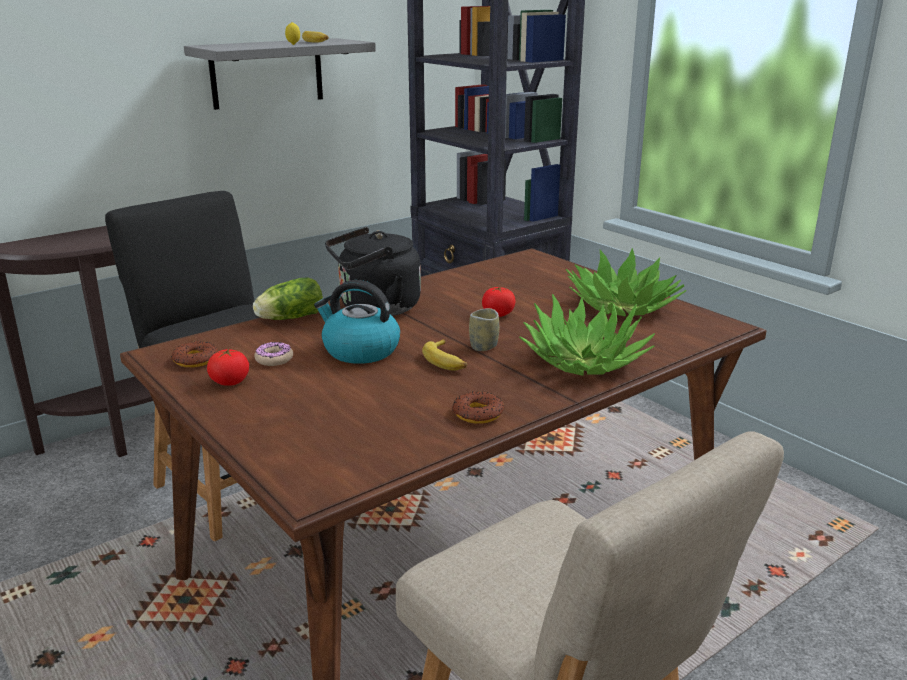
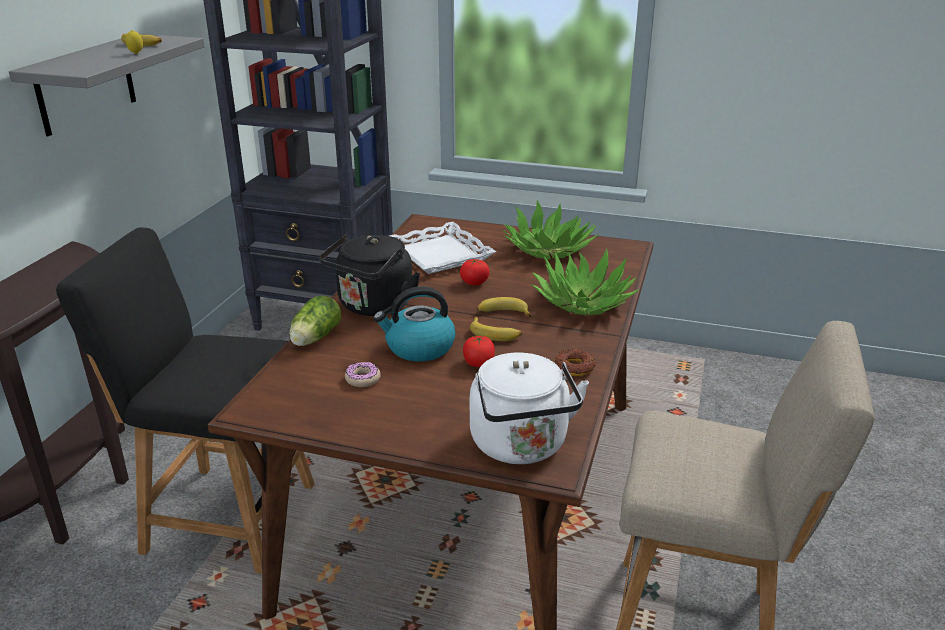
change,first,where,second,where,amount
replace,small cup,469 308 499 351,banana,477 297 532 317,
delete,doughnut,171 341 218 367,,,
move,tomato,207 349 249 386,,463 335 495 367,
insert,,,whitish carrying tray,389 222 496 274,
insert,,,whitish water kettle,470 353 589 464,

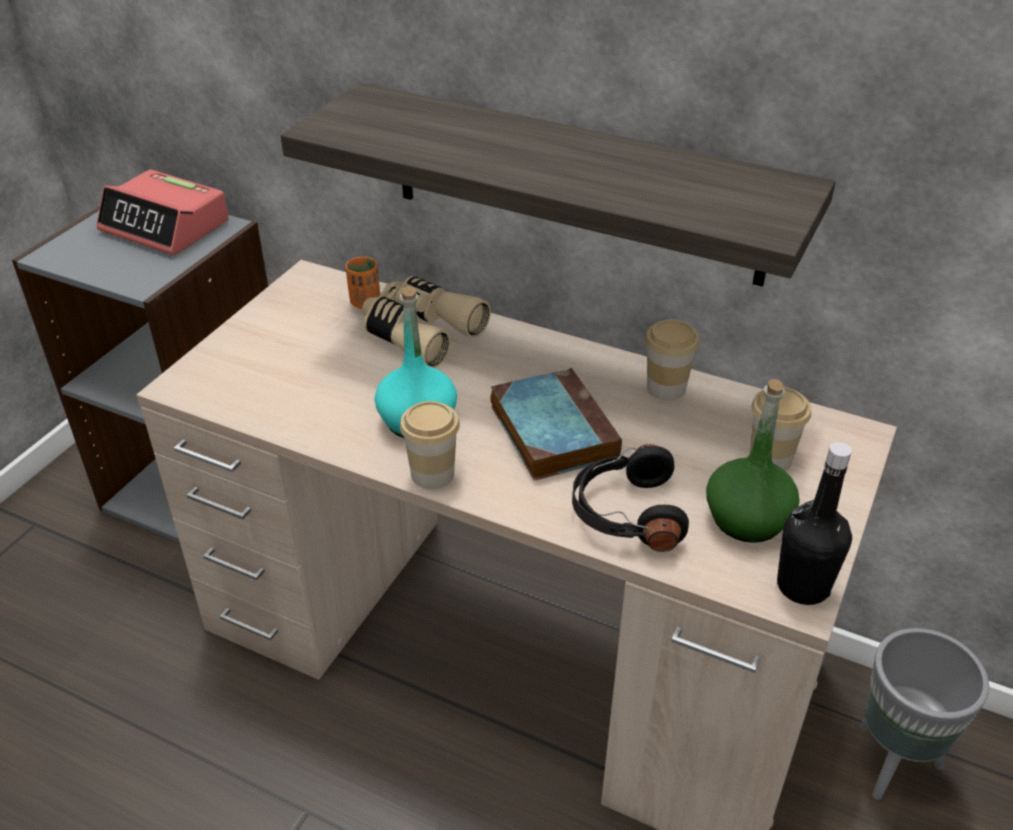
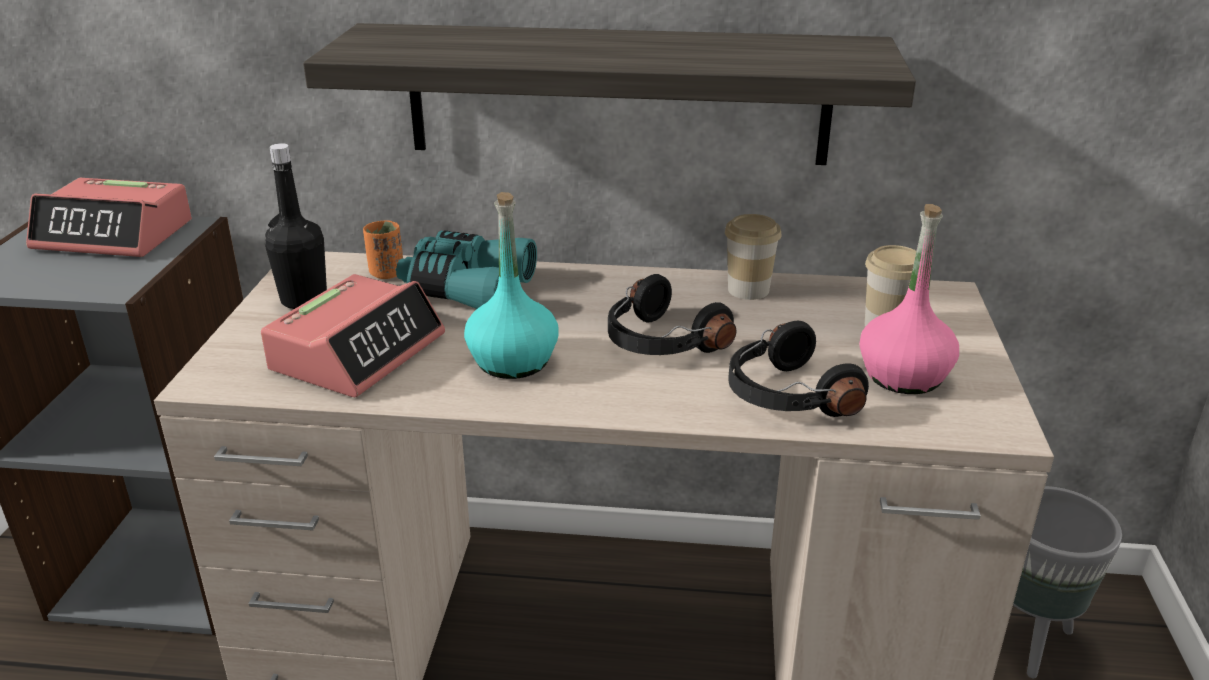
change,first,where,second,where,amount
recolor,beige binoculars,362 276 491 368,blue-green binoculars,396 230 537 309,
replace,book,490 368 622 481,blackish headset,608 274 737 355,
recolor,green bottle,706 379 800 543,pinkish bottle,859 204 959 394,
delete,small cup,400 401 460 489,,,
move,blackish bottle,777 442 852 605,,265 143 327 309,
insert,,,table clock,261 274 445 397,

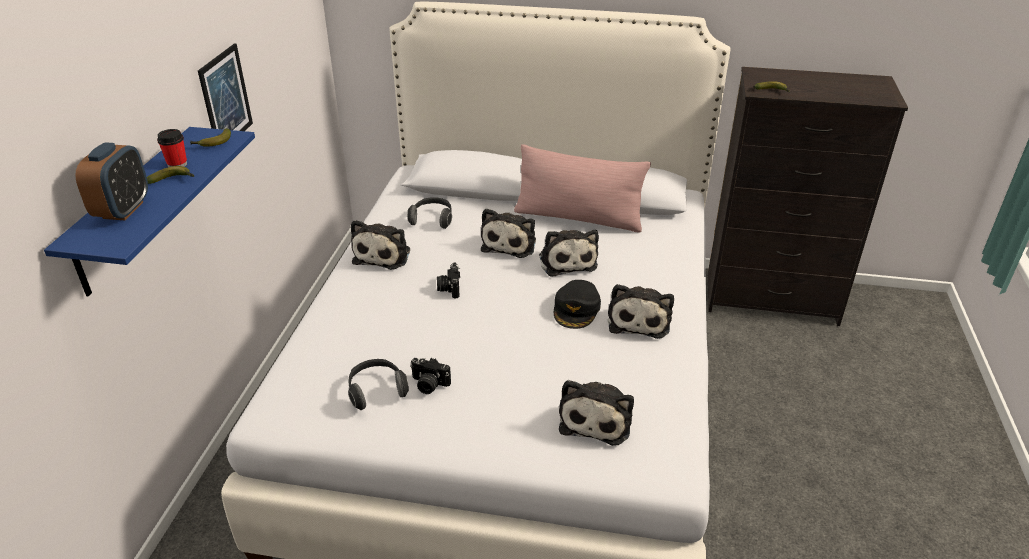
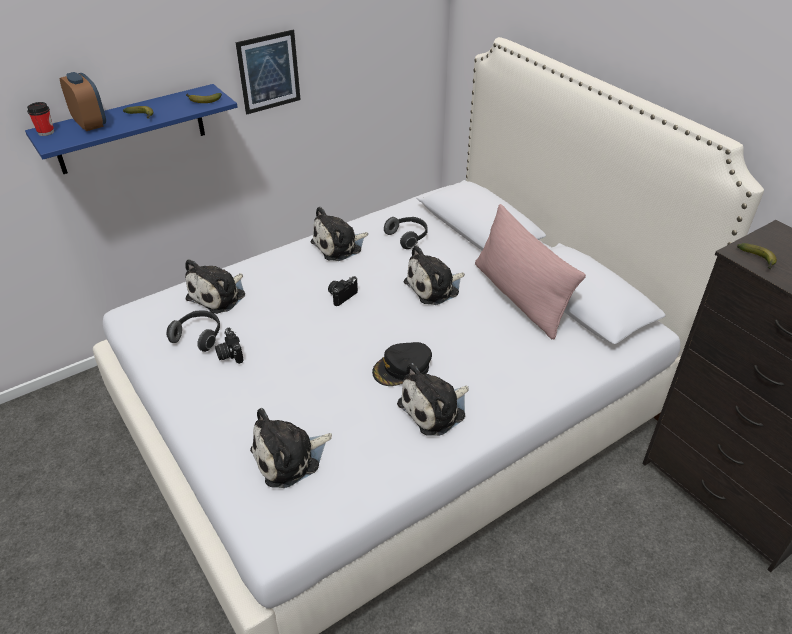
change,first,where,second,where,amount
move,small cup,157 129 187 167,,27 102 54 136,
rotate,table clock,75 142 148 220,,60 72 106 131,90 degrees counterclockwise
move,soft toy,539 230 599 277,,185 259 245 314,

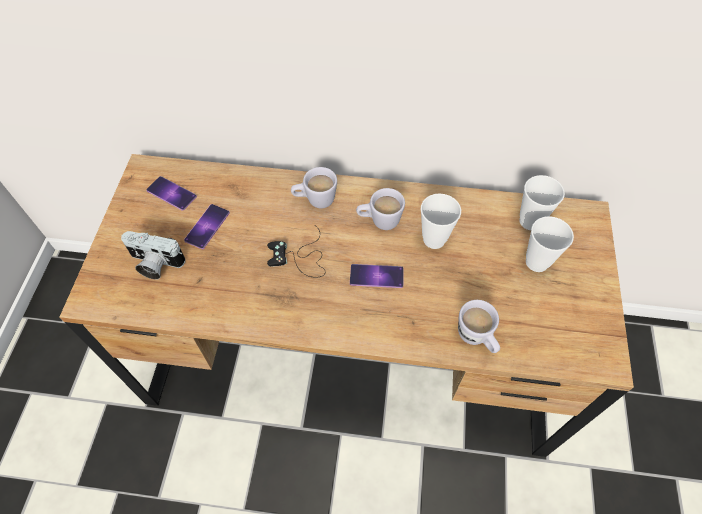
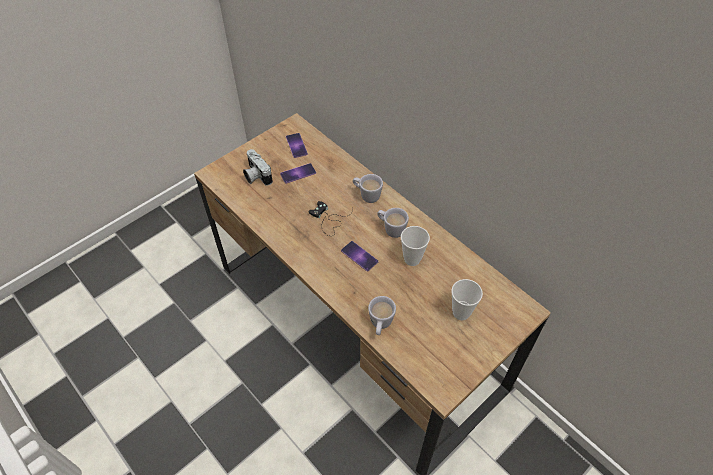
change,first,where,second,where,amount
delete,small cup,519 175 565 230,,,

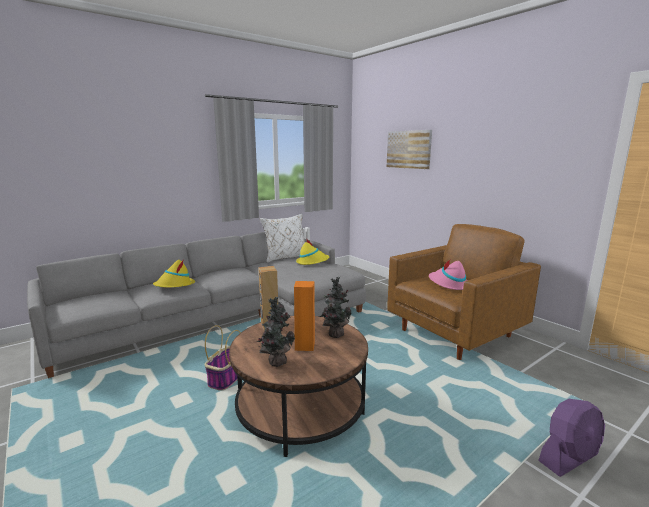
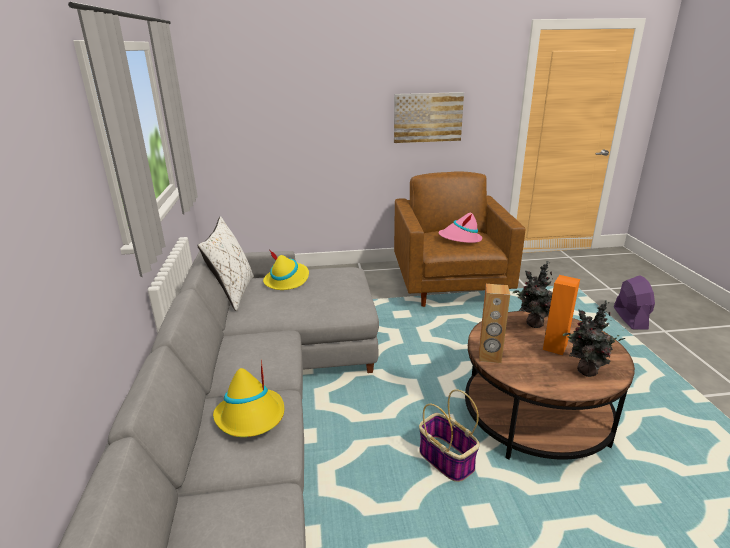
change,first,where,second,where,amount
move,wall picture,387 130 432 169,,394 92 464 143,

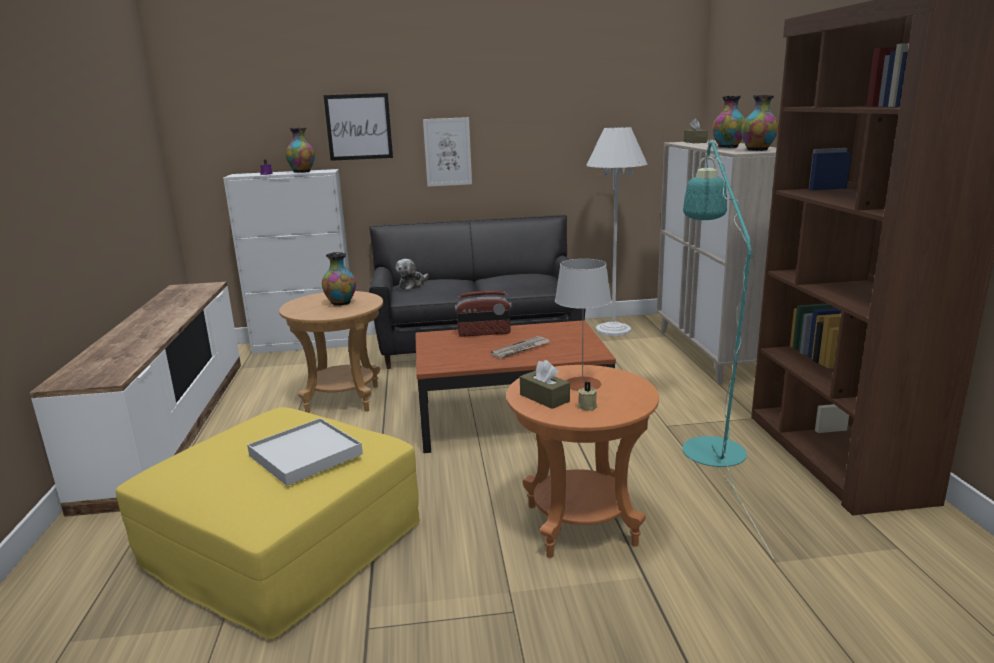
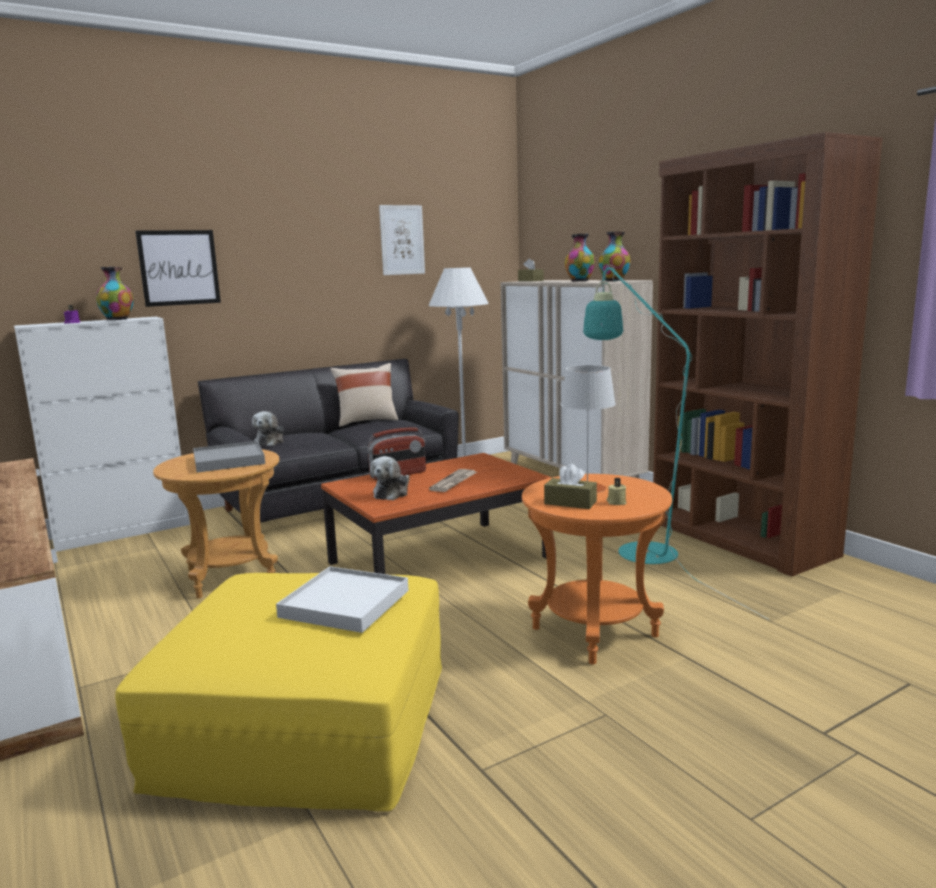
change,first,where,second,where,amount
move,wall picture,423 117 472 187,,379 205 425 275,
replace,flower vase,322 252 356 306,gray carrying tray,193 441 265 473,
insert,,,beige cushion,330 363 398 427,
insert,,,soft toy,370 456 410 500,

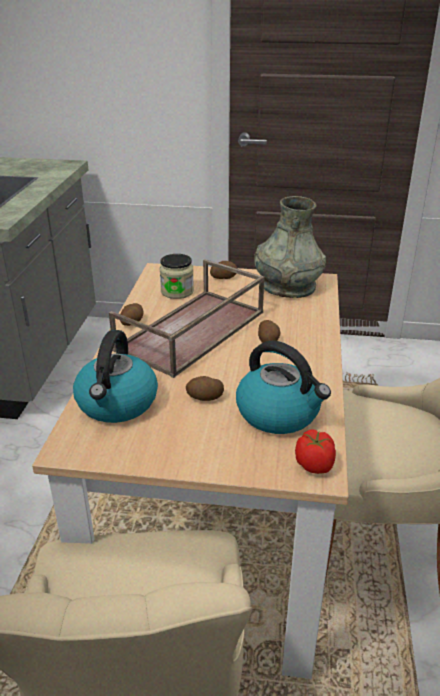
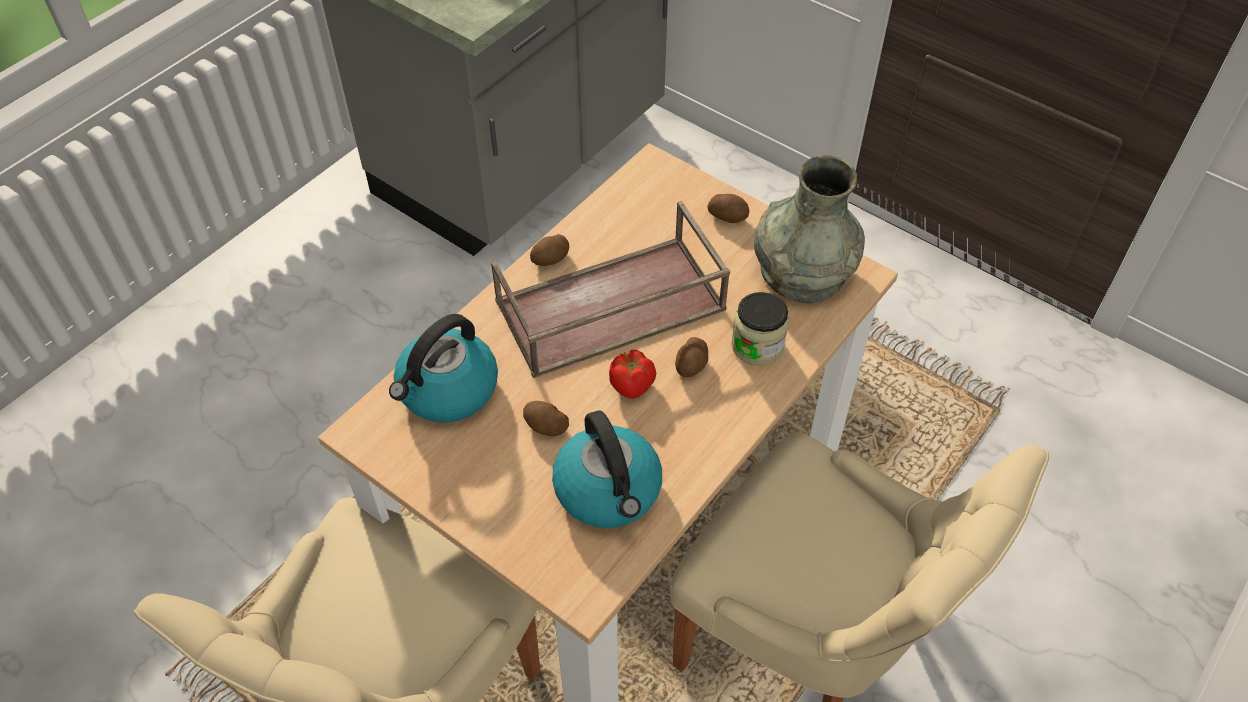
change,first,where,second,where,amount
move,preserve jar,160 254 194 299,,731 292 789 366,
move,tomato,295 429 336 474,,609 350 656 399,

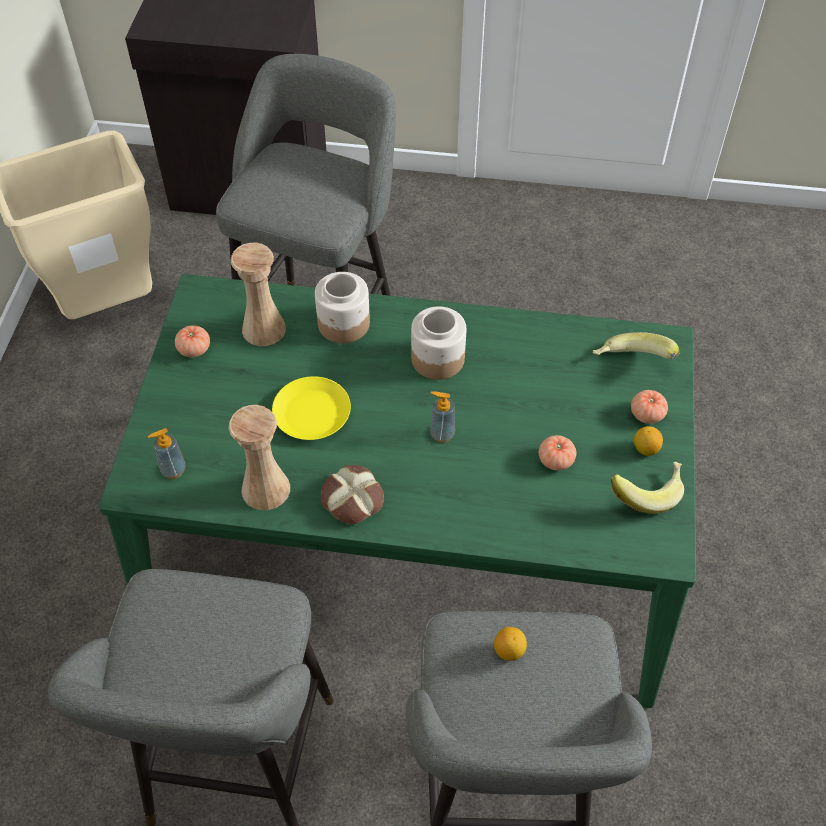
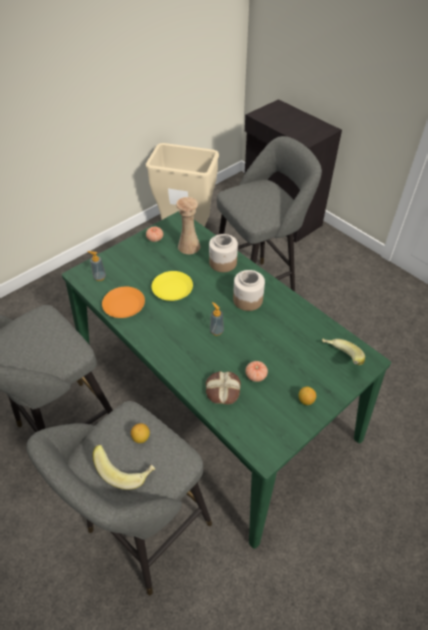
change,first,where,second,where,amount
delete,tomato,631 390 668 424,,,
replace,beige flower vase,229 405 290 510,orange-coloured dinner plate,102 287 145 318,
move,banana,611 462 684 514,,92 445 155 490,
move,baked bread,321 465 384 524,,206 371 241 404,

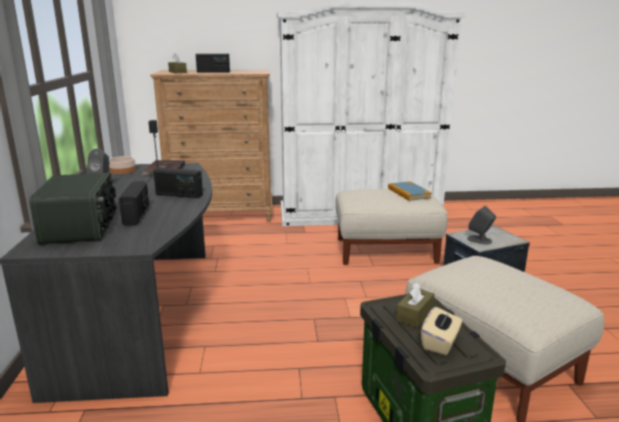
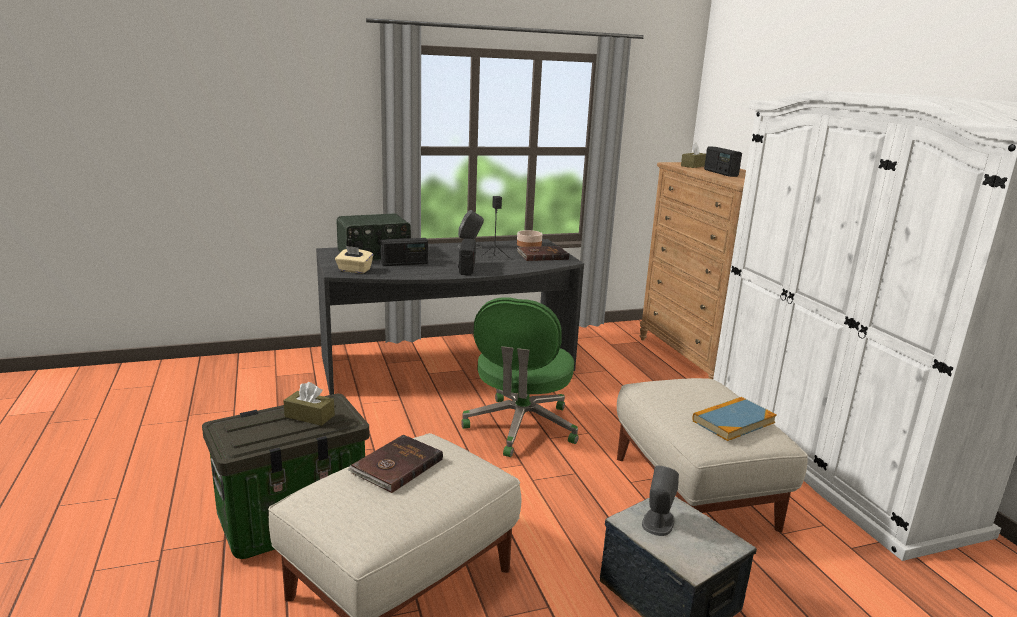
change,first,where,second,where,amount
move,beige tissue box,421 307 462 355,,335 246 373 273,
insert,,,green computer chair,461 297 579 457,
insert,,,brownish book,347 435 443 493,

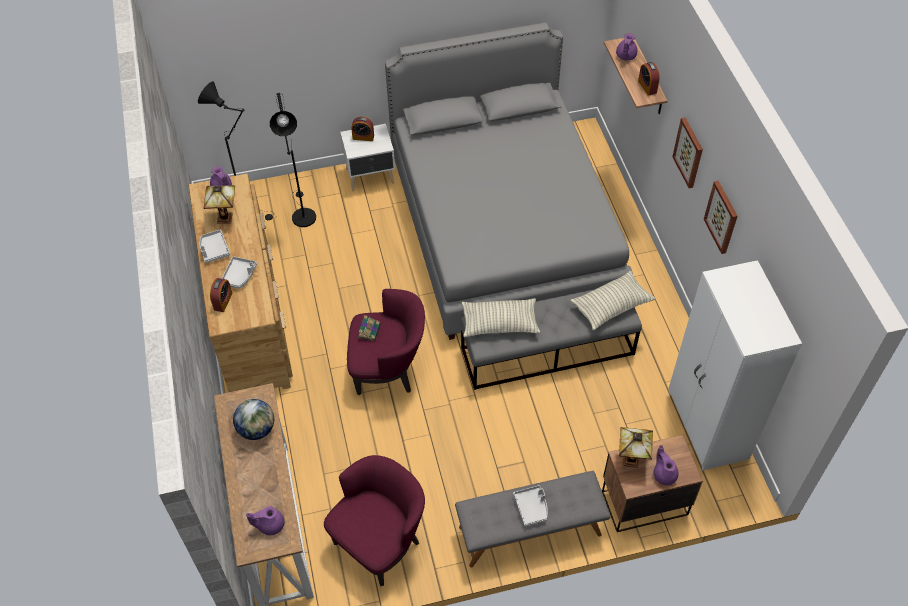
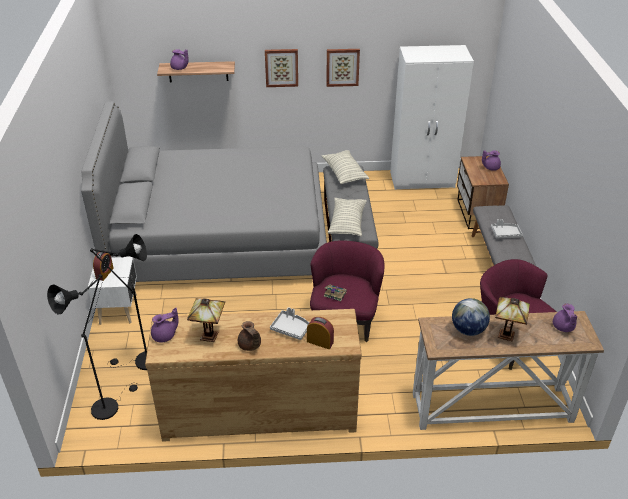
change,first,where,second,where,amount
delete,table clock,638 62 660 96,,,
replace,gray carrying tray,200 230 230 263,brownish teapot,238 321 261 351,
move,table lamp,619 427 653 468,,495 297 530 342,

